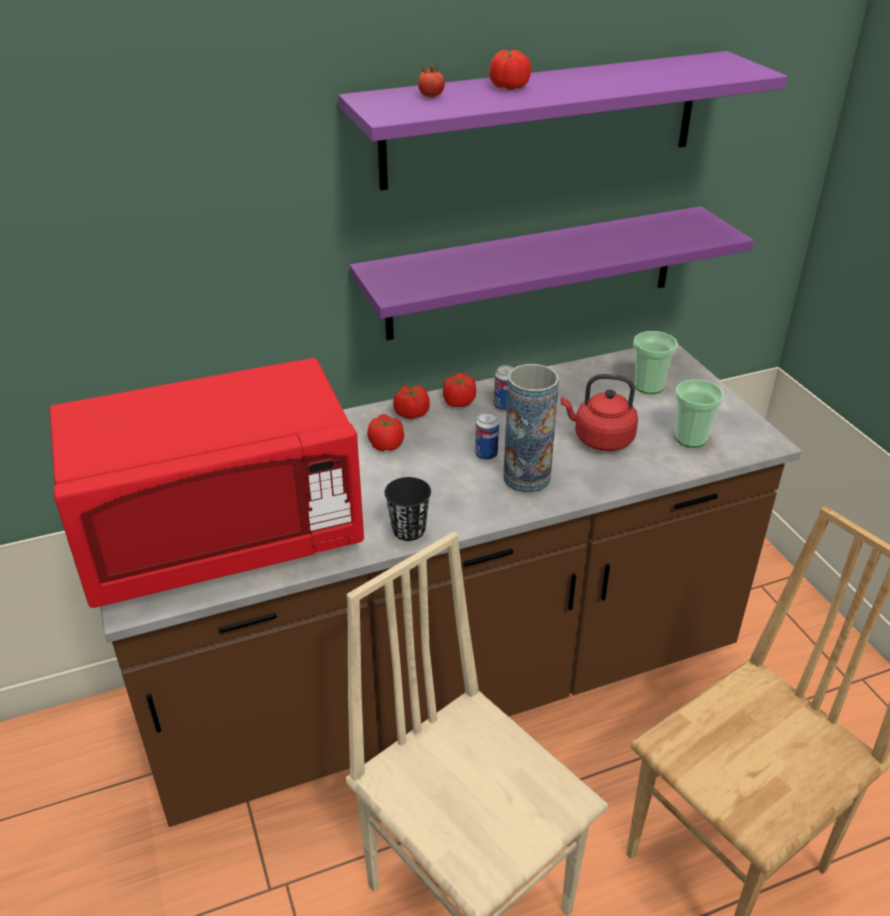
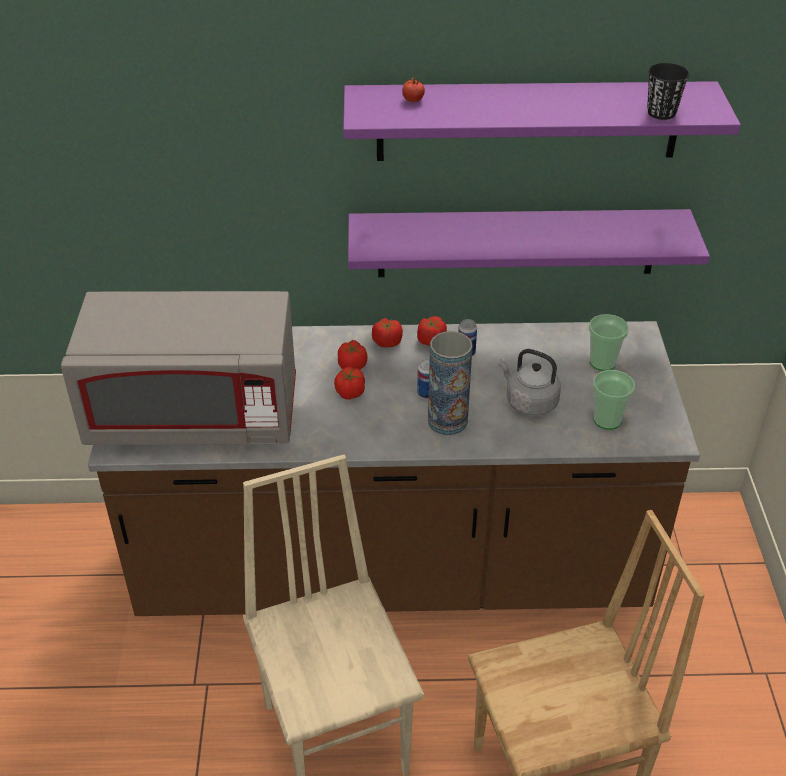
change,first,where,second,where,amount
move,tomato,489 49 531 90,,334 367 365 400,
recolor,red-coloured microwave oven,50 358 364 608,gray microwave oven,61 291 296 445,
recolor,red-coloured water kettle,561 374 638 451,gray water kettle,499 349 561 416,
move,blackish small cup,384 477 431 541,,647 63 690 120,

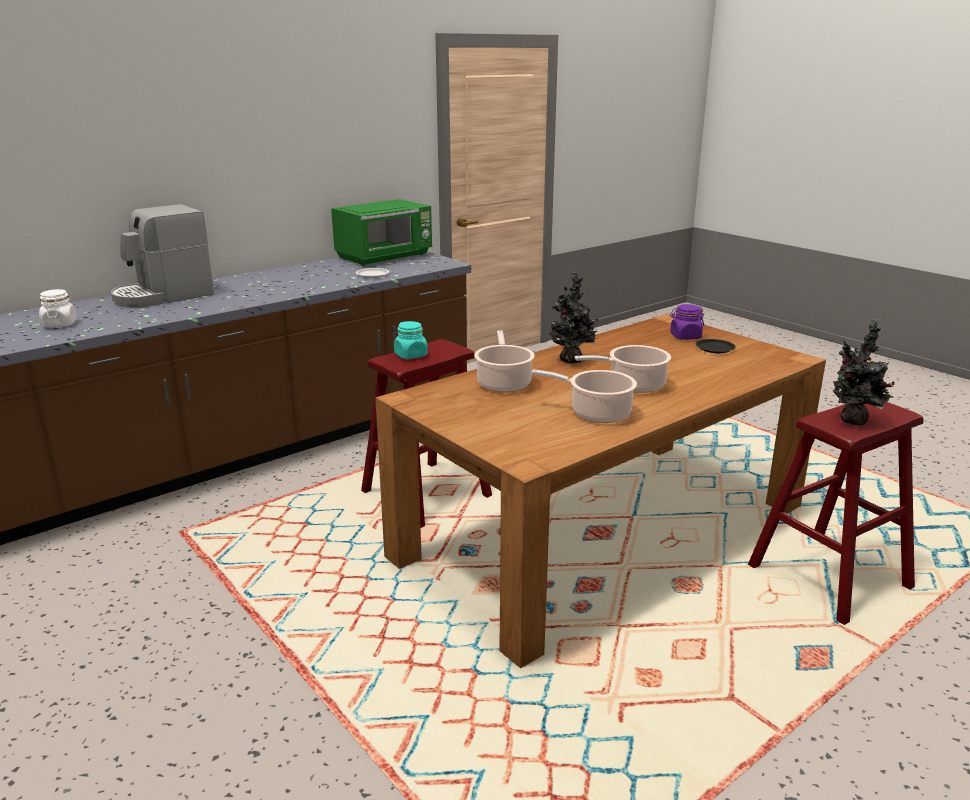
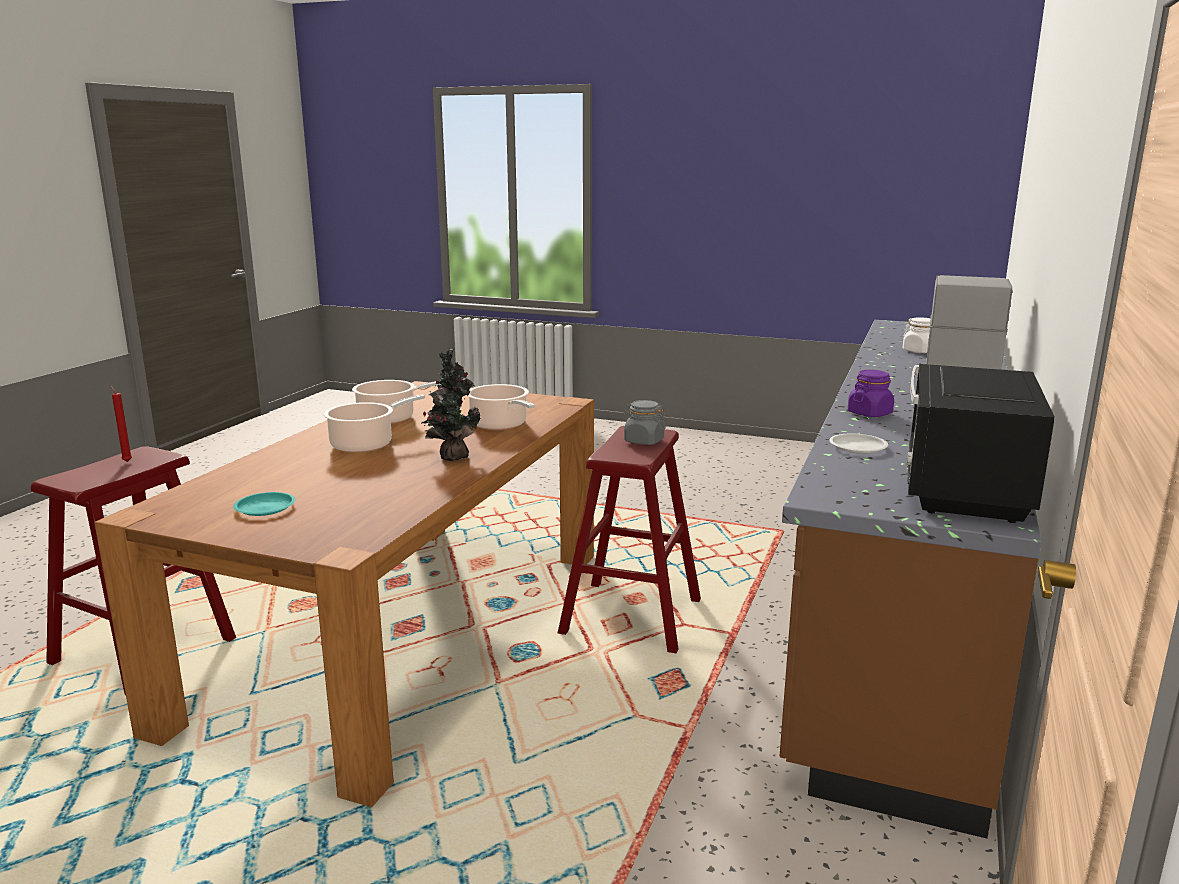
change,first,where,second,where,amount
recolor,green microwave oven,331 199 432 266,blackish microwave oven,906 364 1055 523,
move,purple-coloured preserve jar,670 304 704 340,,848 370 894 417,
replace,houseplant,832 319 895 426,red-coloured wax light,110 385 132 462,
recolor,blue-green preserve jar,394 321 428 359,gray preserve jar,623 400 666 445,
recolor,blackish dinner plate,695 339 736 353,blue-green dinner plate,233 492 295 516,

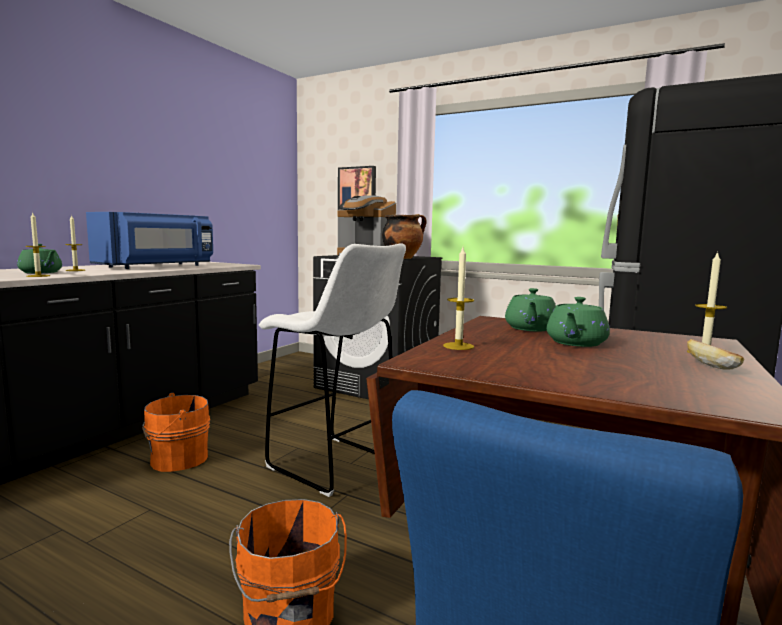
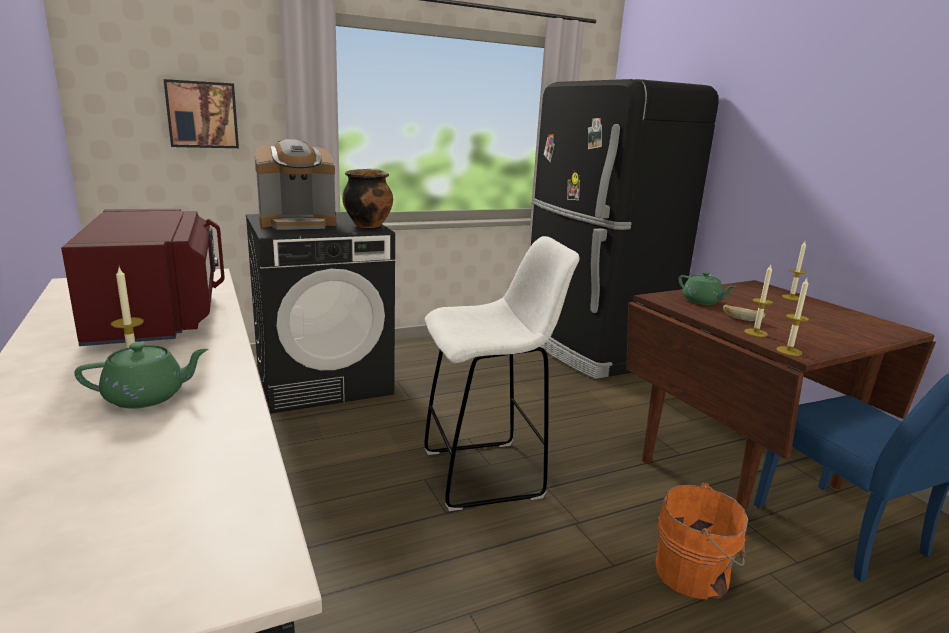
change,first,where,second,where,amount
recolor,bluish microwave oven,86 212 213 269,red-coloured microwave oven,61 209 224 346,
move,wax light,25 213 50 277,,776 278 809 356,
delete,green teapot,547 297 610 347,,,
move,baked bread,687 339 744 369,,723 305 765 321,
delete,orange-coloured water bucket,142 393 210 472,,,

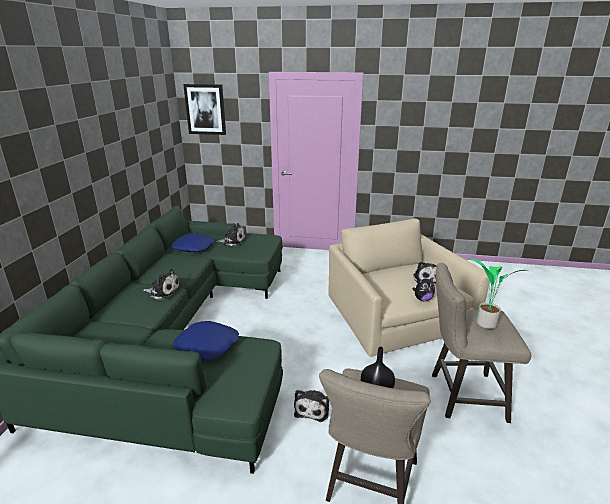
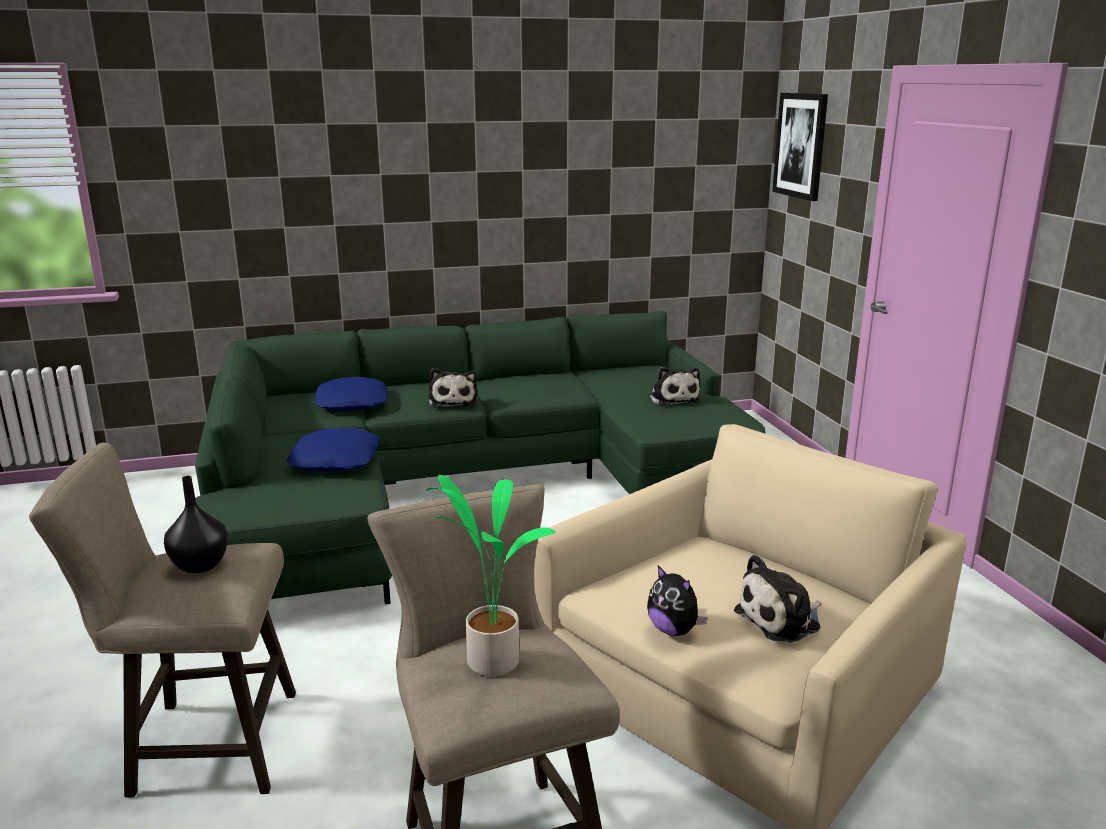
change,first,where,second,where,amount
move,bluish cushion,172 234 215 252,,315 377 388 411,
delete,soft toy,294 390 329 422,,,

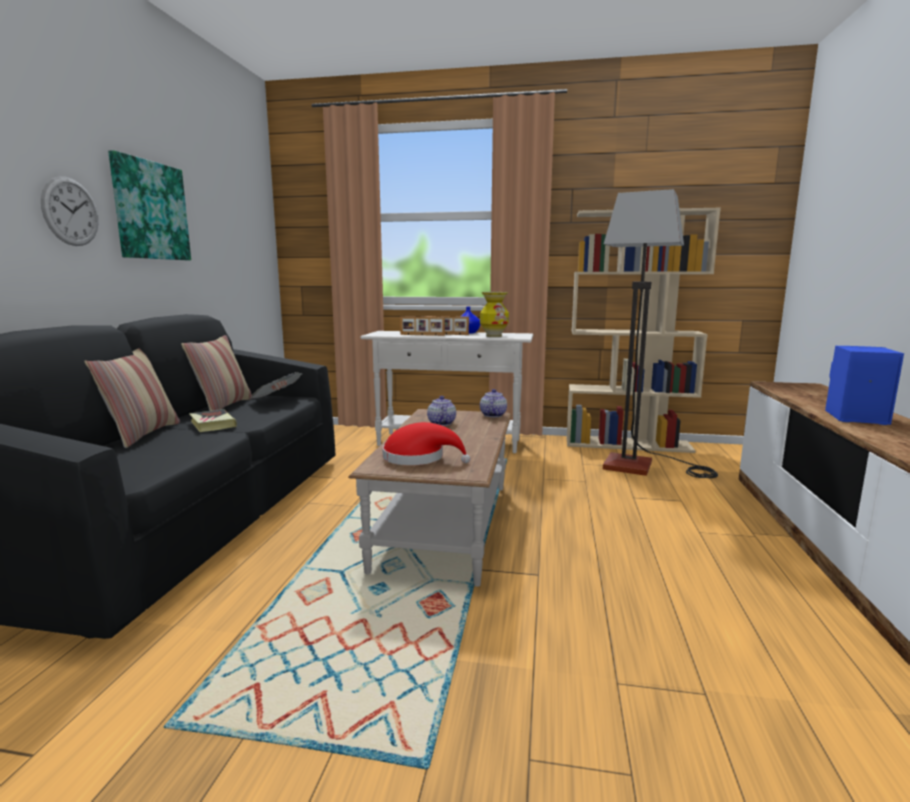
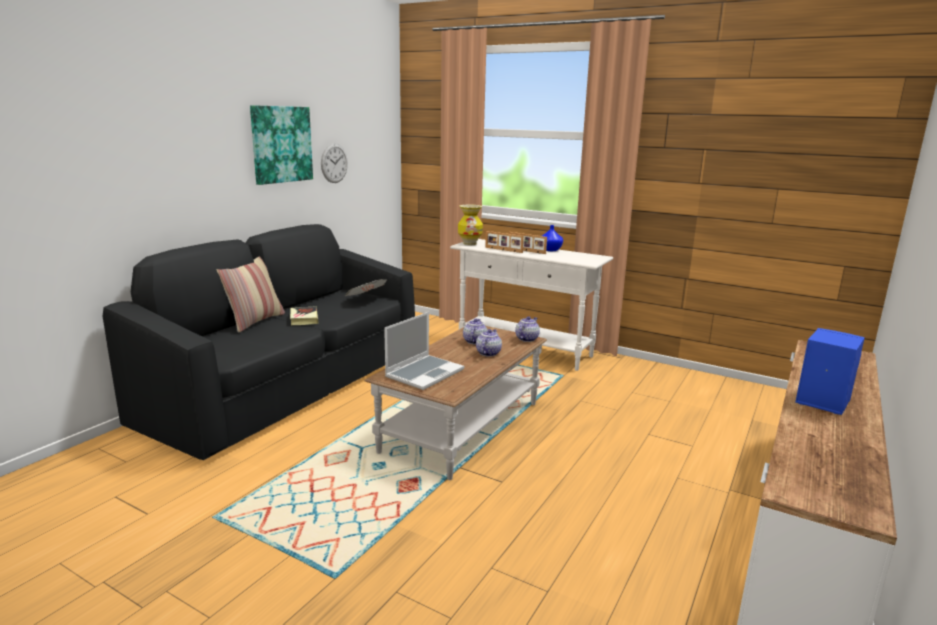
change,first,where,second,where,amount
move,hanging clock,41 177 99 246,,321 143 348 183,
delete,floor lamp,603 189 718 478,,,
delete,beige bookshelf,567 208 721 453,,,
move,flower vase,480 292 509 337,,458 204 483 245,
delete,cushion,181 335 252 411,,,
replace,red-coloured clothing hat,382 422 470 465,laptop,384 312 464 390,
insert,,,teapot,476 329 502 357,

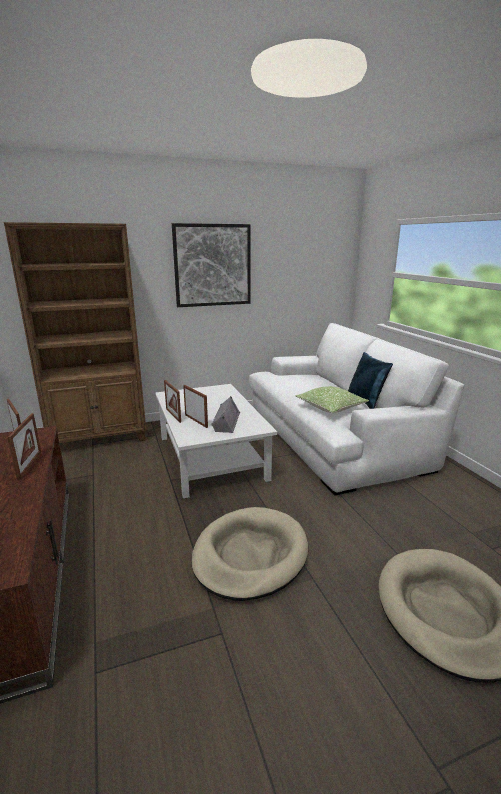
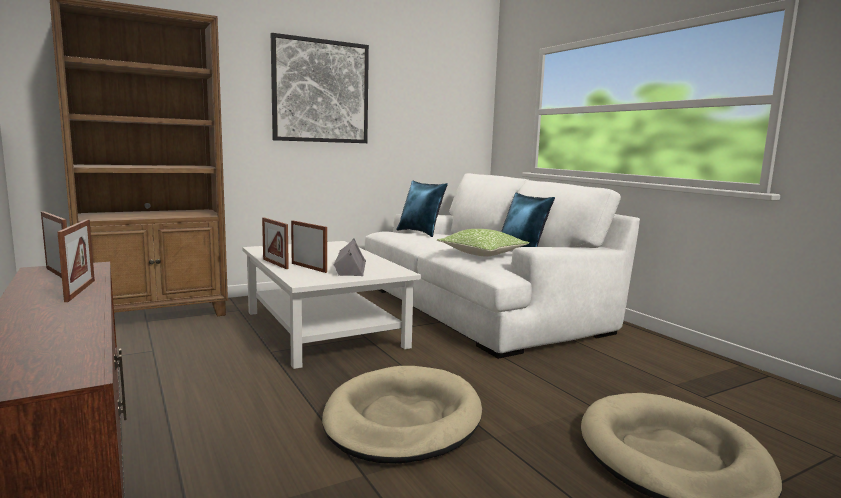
change,first,where,second,where,amount
insert,,,bluish cushion,396 181 448 237,

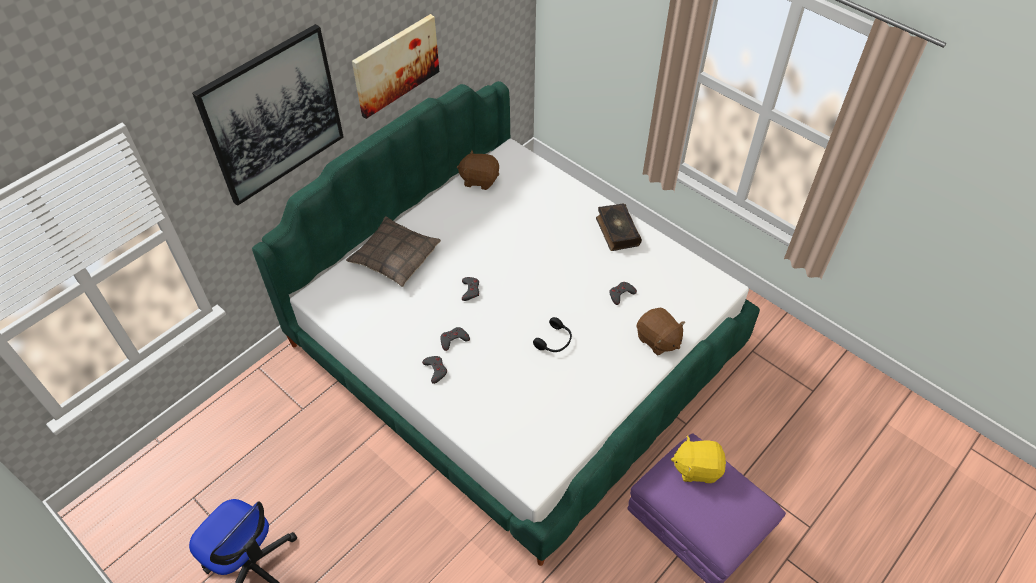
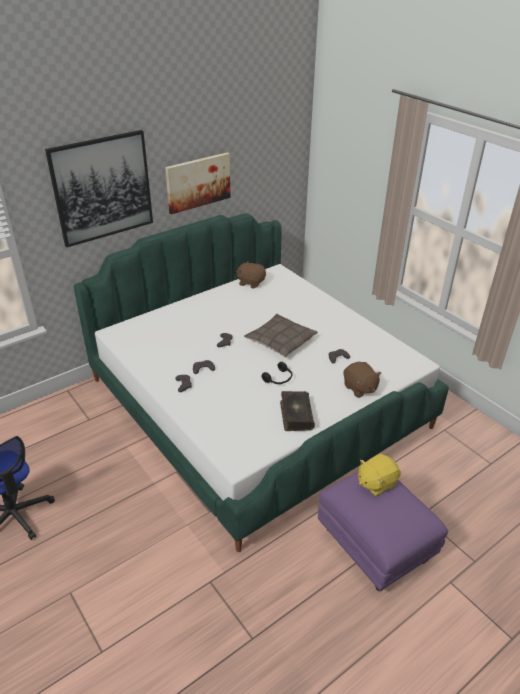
change,first,where,second,where,amount
move,book,596 203 642 251,,280 391 315 431,
move,cushion,346 216 441 287,,244 314 318 357,
rotate,yellow-coloured soft toy,671 436 726 483,,358 454 401 496,45 degrees counterclockwise

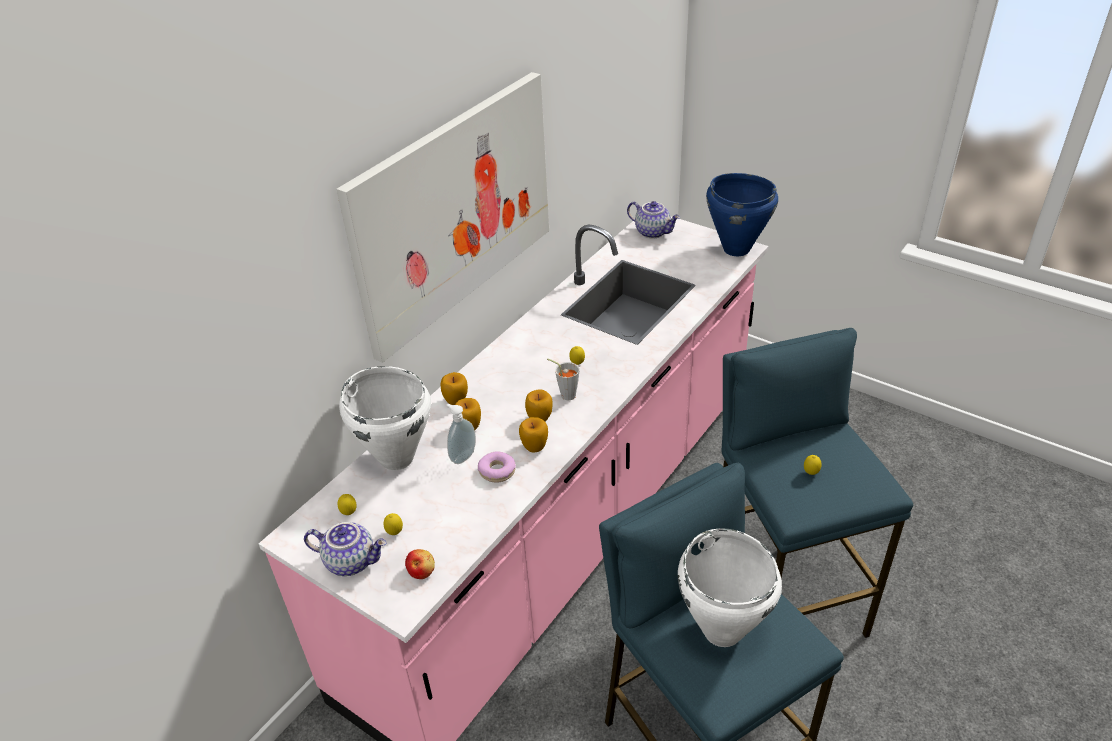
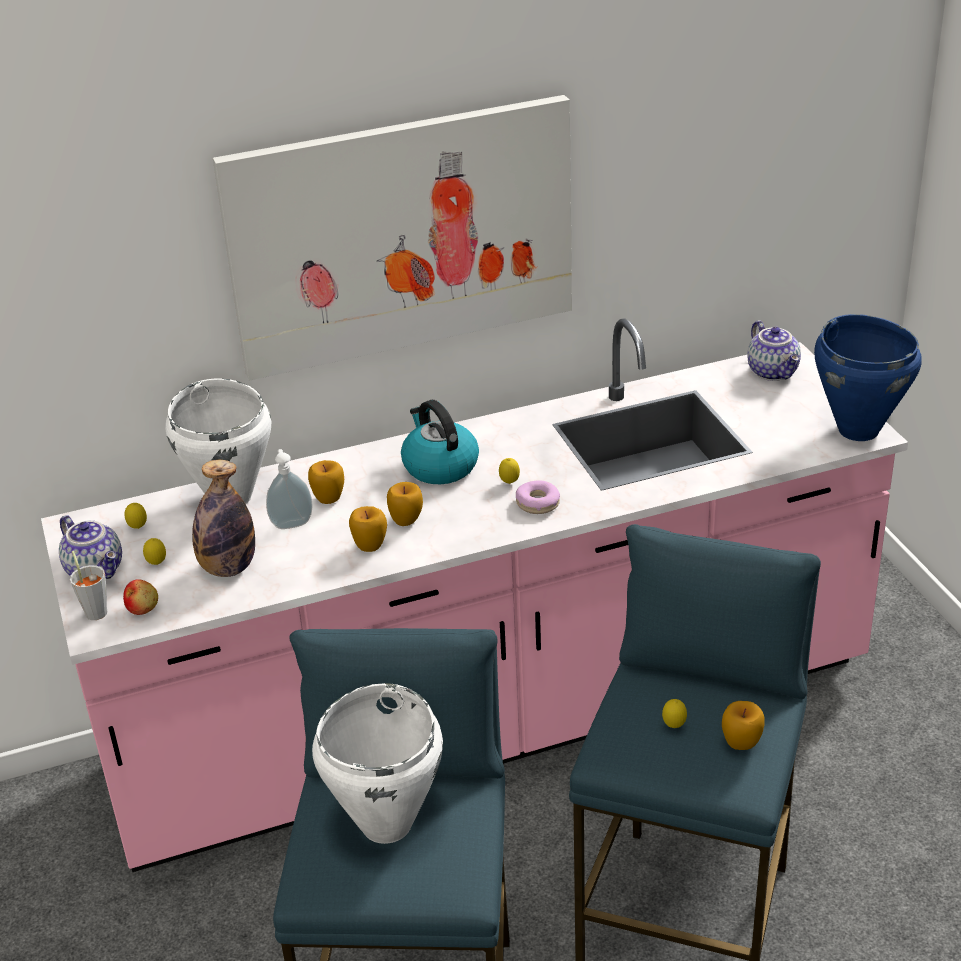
change,first,where,second,where,amount
move,gray small cup,547 358 579 400,,70 551 107 620,
move,apple,441 372 468 405,,722 701 764 750,
move,doughnut,478 451 516 482,,516 481 560 514,
insert,,,water kettle,401 400 479 484,
insert,,,bottle,192 460 255 577,

